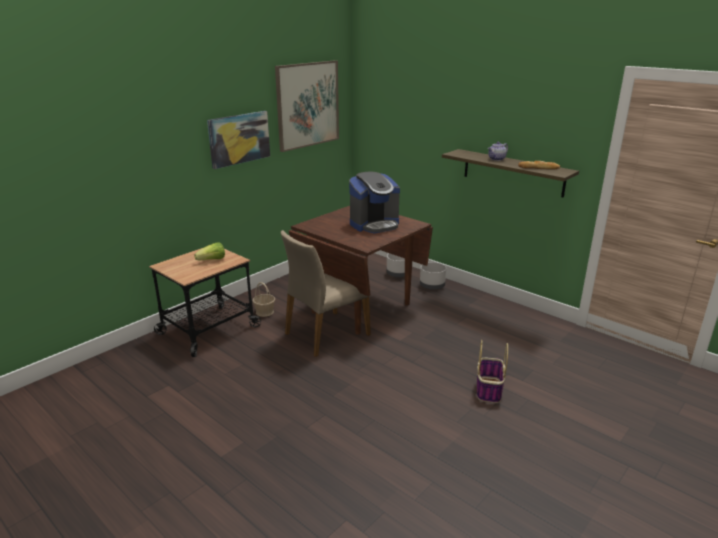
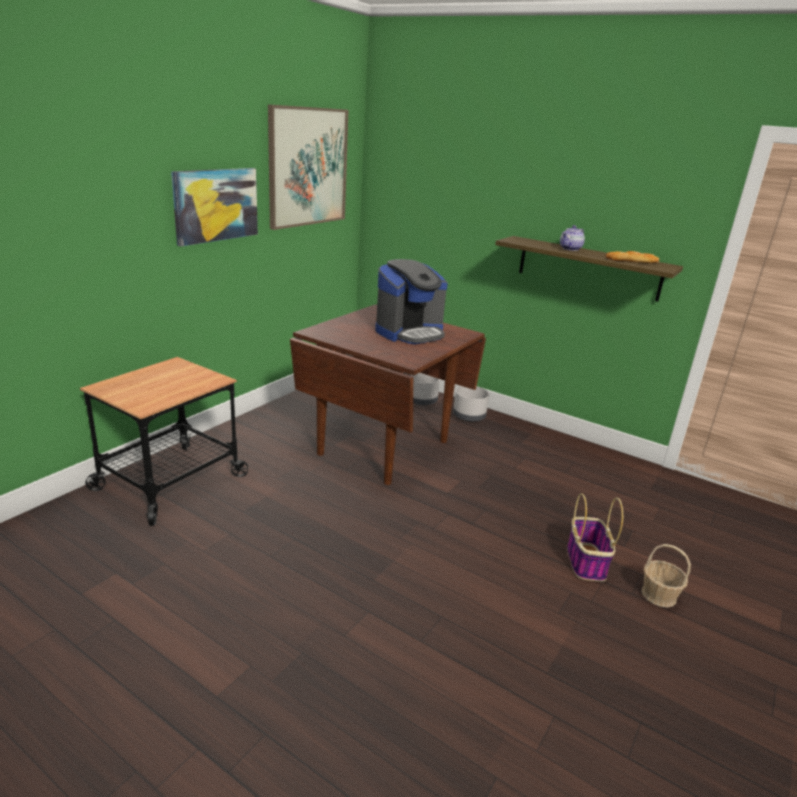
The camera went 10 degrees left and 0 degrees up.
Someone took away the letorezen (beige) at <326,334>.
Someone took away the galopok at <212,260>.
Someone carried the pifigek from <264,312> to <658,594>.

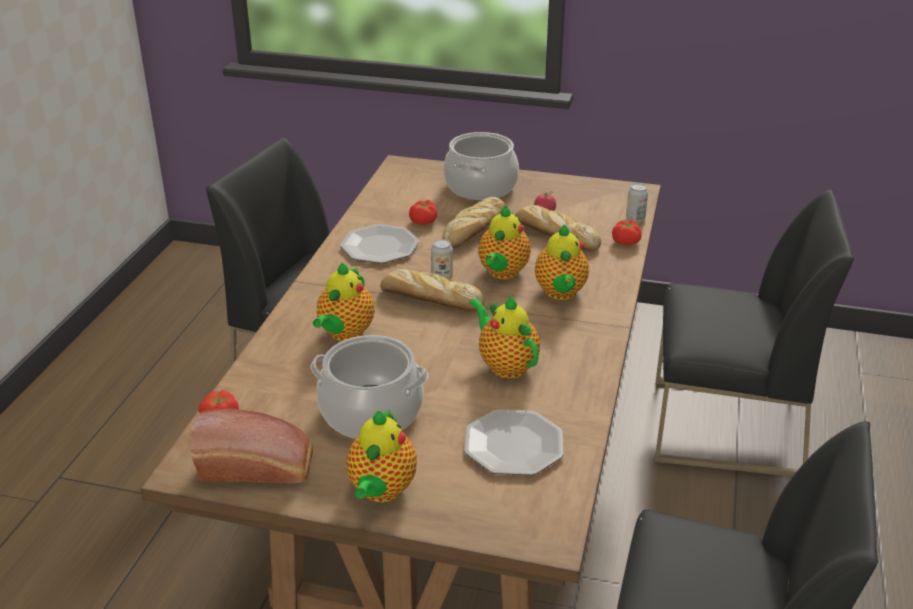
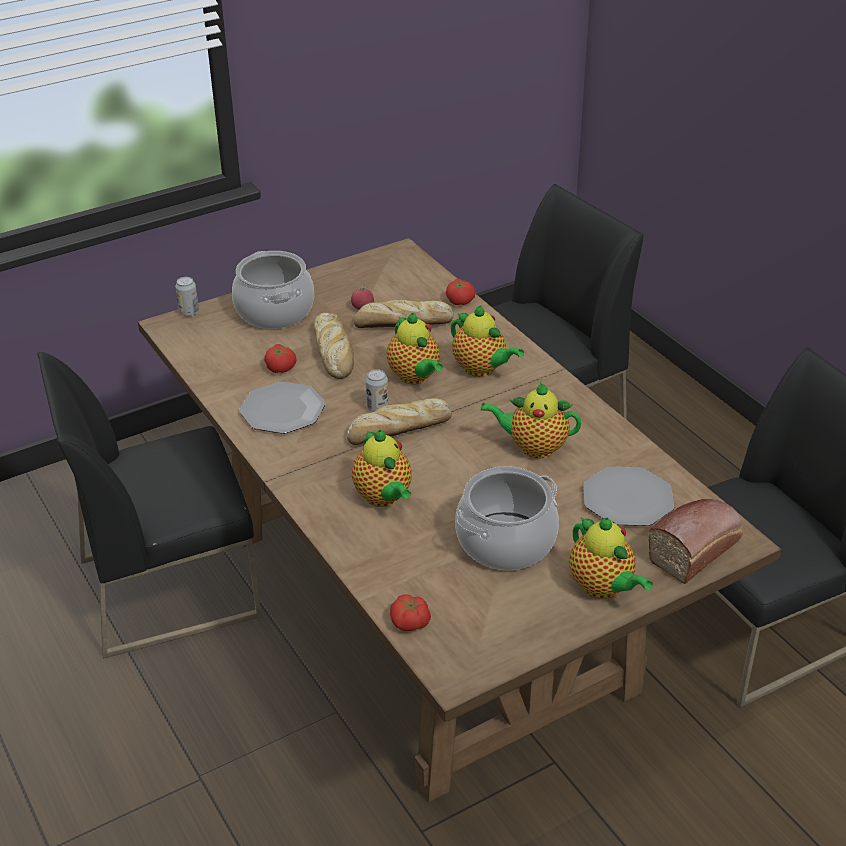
The camera went 45 degrees left and 5 degrees up.
Someone carried the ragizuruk from <635,219> to <189,312>.
Someone carried the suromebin from <259,467> to <697,549>.

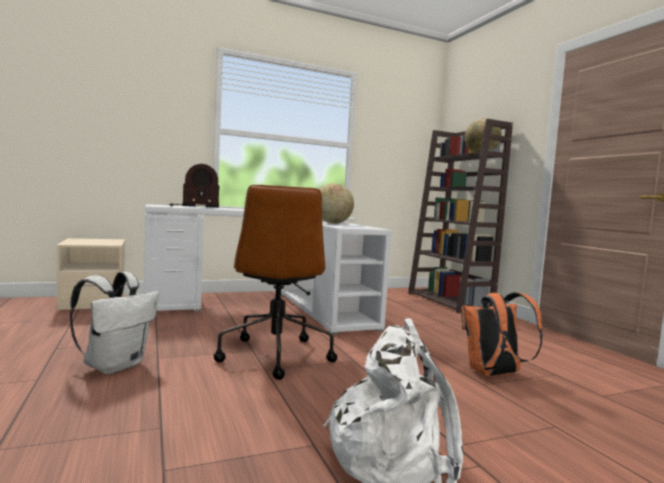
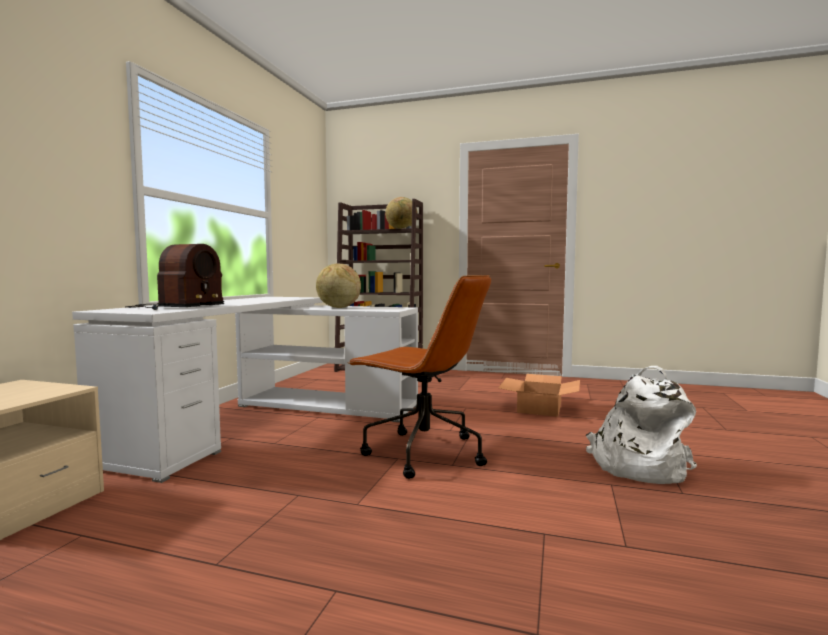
The camera went 50 degrees left and 0 degrees up.
Someone took away the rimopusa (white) at <115,365>.
Someone swapped the rimopusa (orange) at <493,374> for the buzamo at <539,407>.

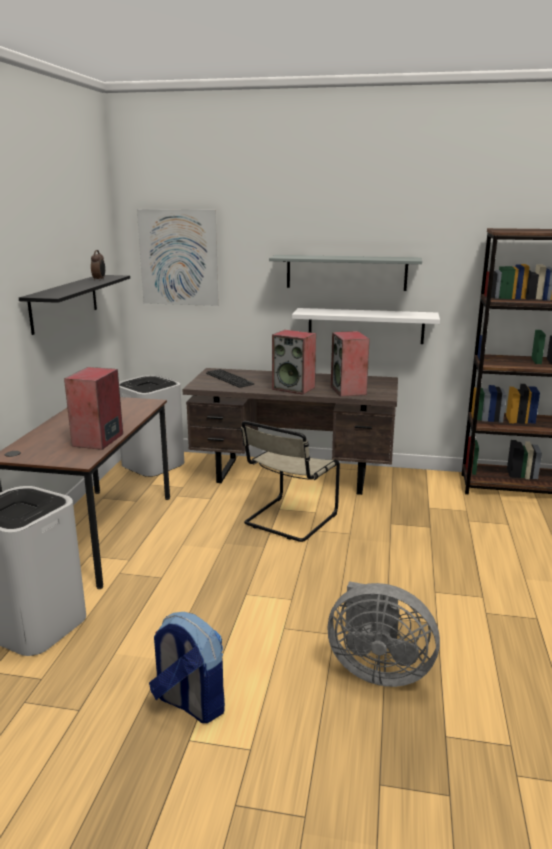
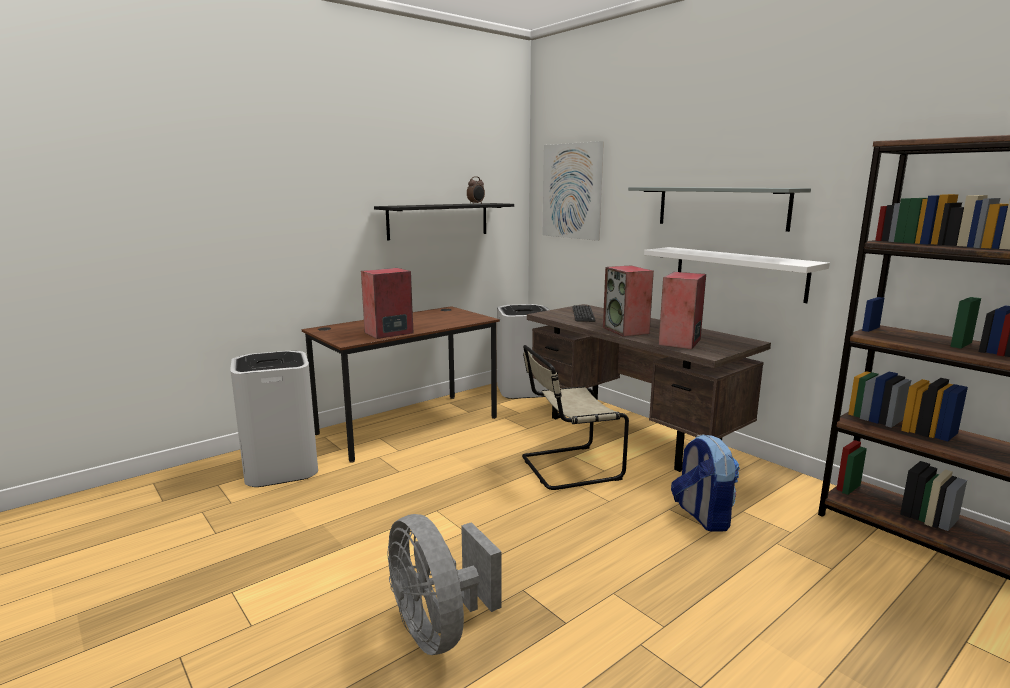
The camera went 40 degrees right and 5 degrees down.
Someone carried the rimopusa from <189,703> to <702,516>.

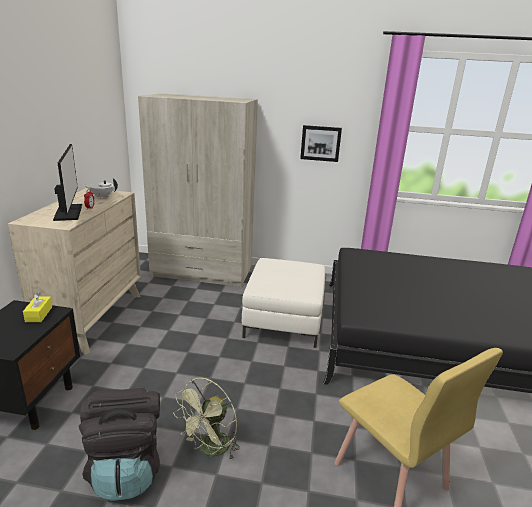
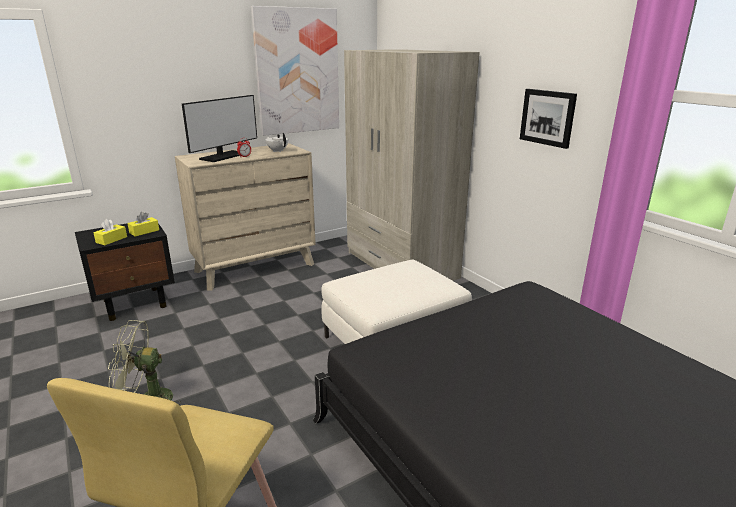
The camera went 50 degrees right and 0 degrees up.
Someone took away the rimopusa (black) at <126,469>.
Someone put up the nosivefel at <297,72>.
Someone put down the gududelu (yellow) at <111,240>.

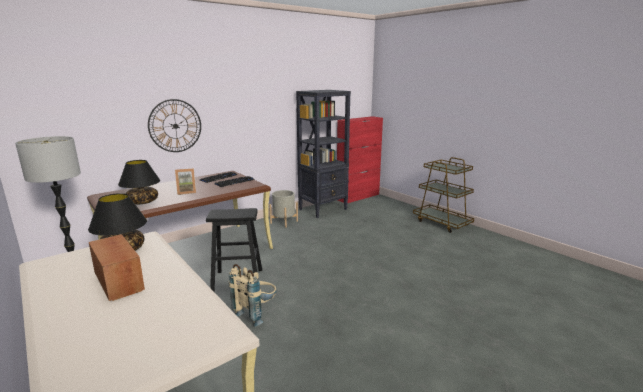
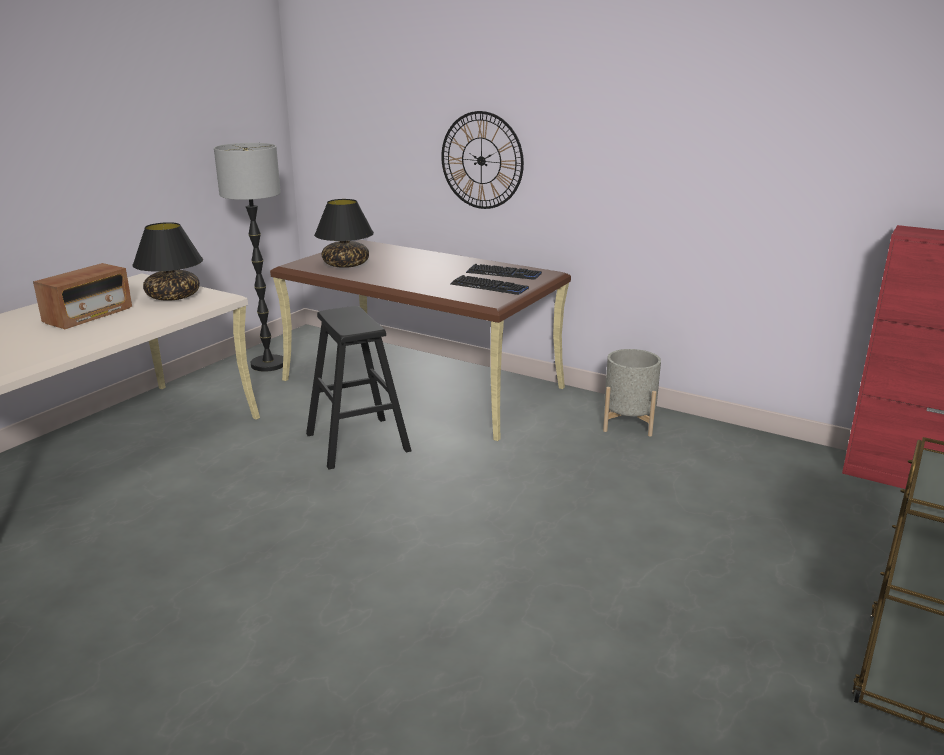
The camera went 70 degrees right and 5 degrees up.
Someone took away the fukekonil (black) at <323,209>.
Someone took away the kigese at <186,192>.
Someone took away the rimopusa (beige) at <256,313>.

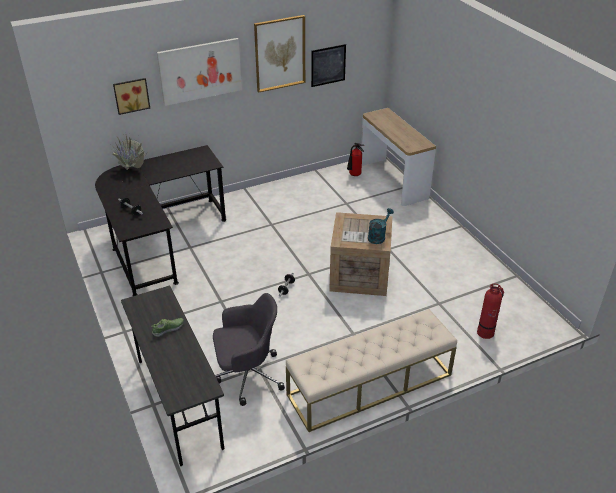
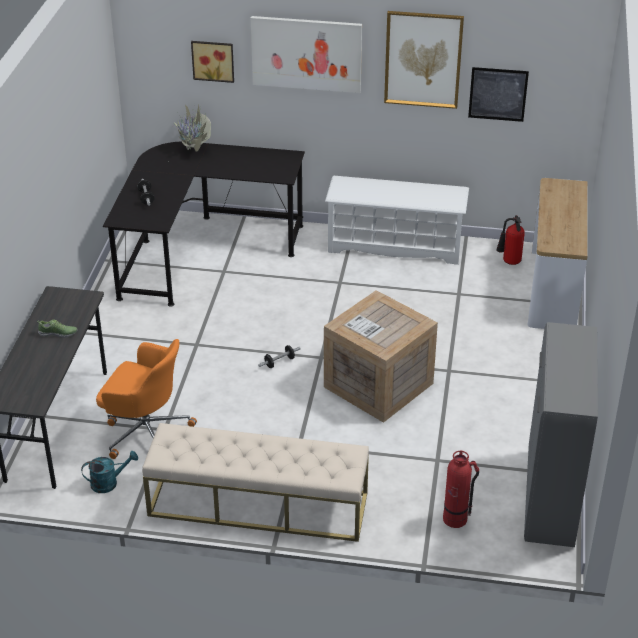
The camera went 35 degrees right and 0 degrees up.
Someone carried the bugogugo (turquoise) from <378,236> to <109,483>.
Someone repainted the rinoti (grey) at <247,375>, which became the rinoti (orange) at <146,432>.
Someone put down the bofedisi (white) at <395,245>.
Someone put down the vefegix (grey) at <550,499>.

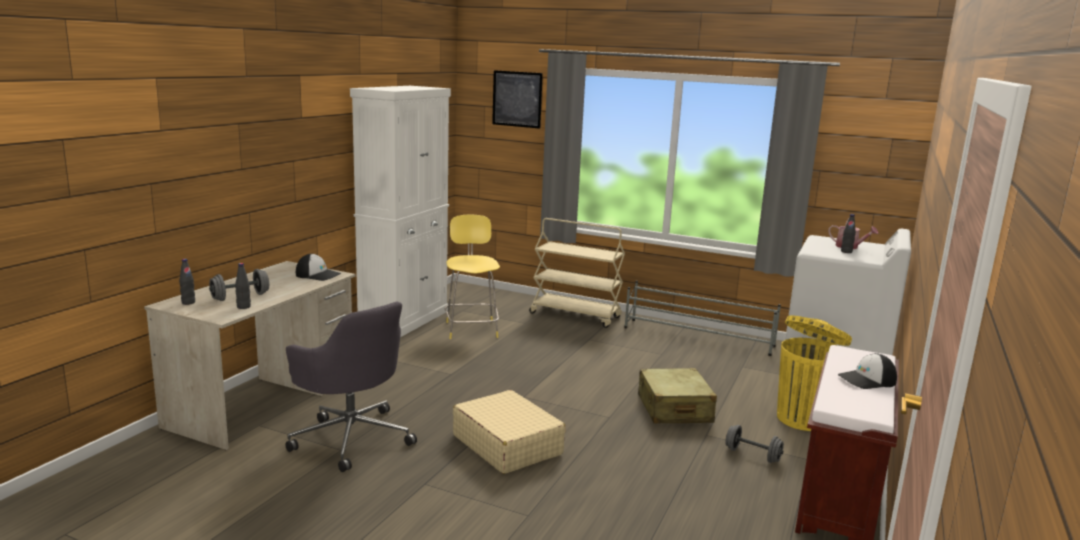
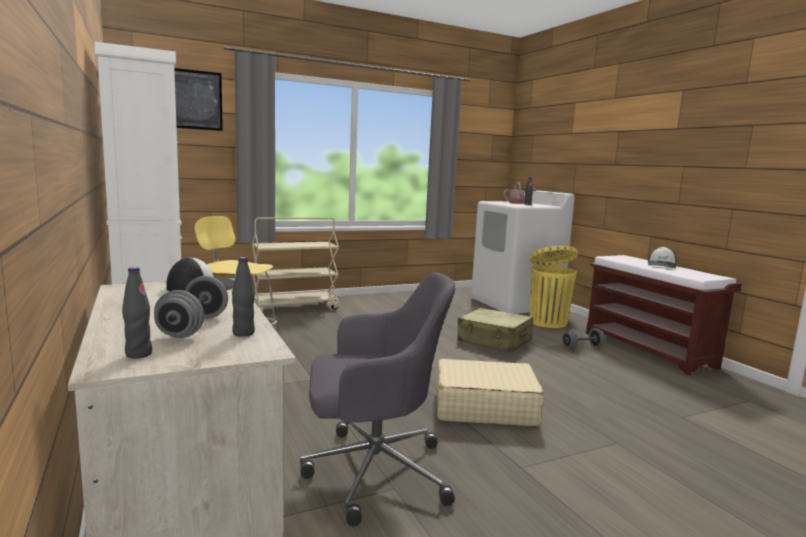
The camera went 50 degrees left and 5 degrees down.
Someone took away the bofedisi (grey) at <698,337>.

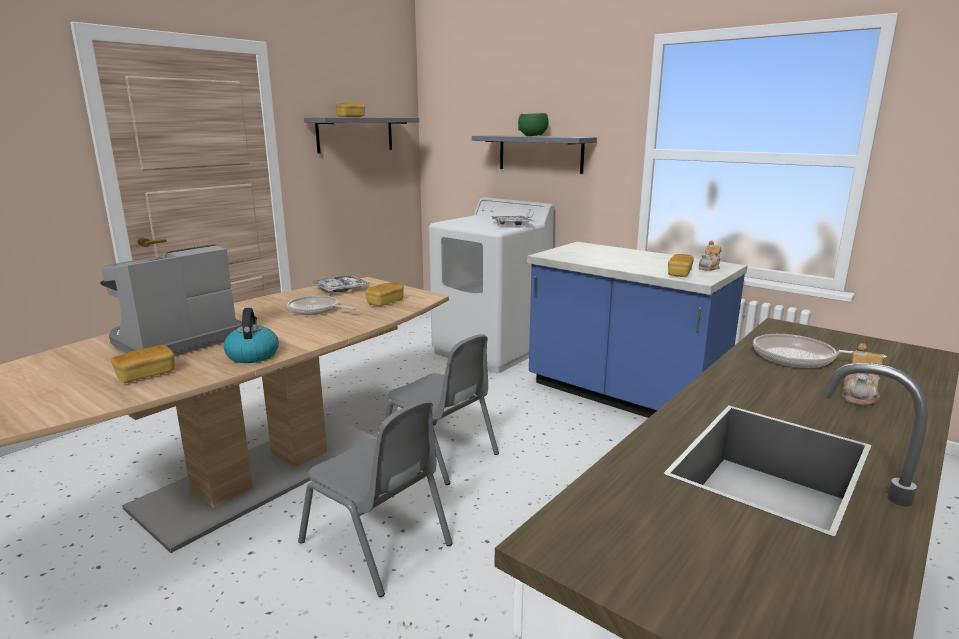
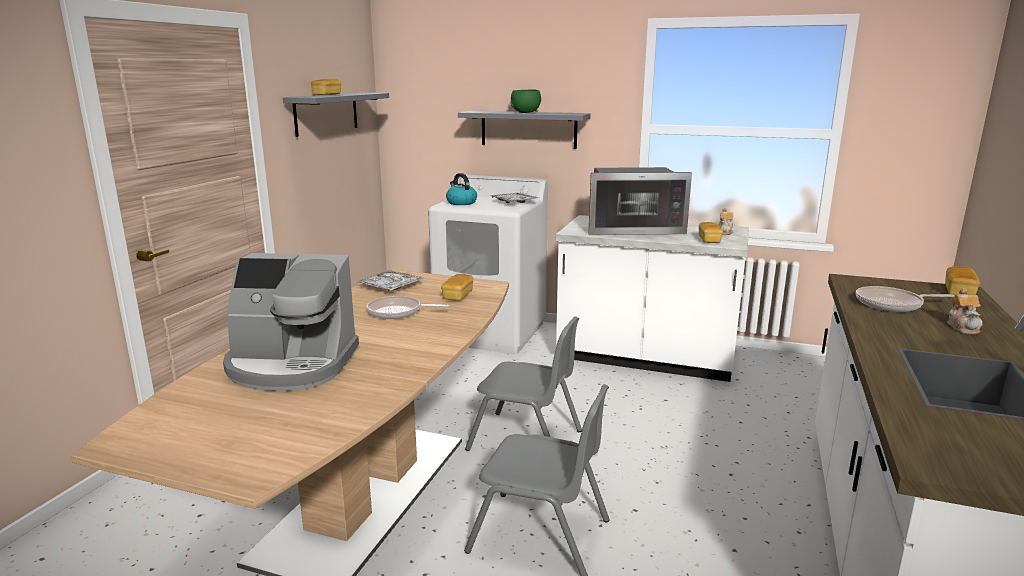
The camera went 20 degrees left and 0 degrees up.
Someone repainted the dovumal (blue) at <622,397>, which became the dovumal (white) at <645,359>.
Someone rotated the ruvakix at <175,341> by 105 degrees counterclockwise.
Someone carried the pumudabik from <252,355> to <461,202>.
Someone carried the suromebin from <146,375> to <959,292>.
Someone put down the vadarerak at <632,228>.

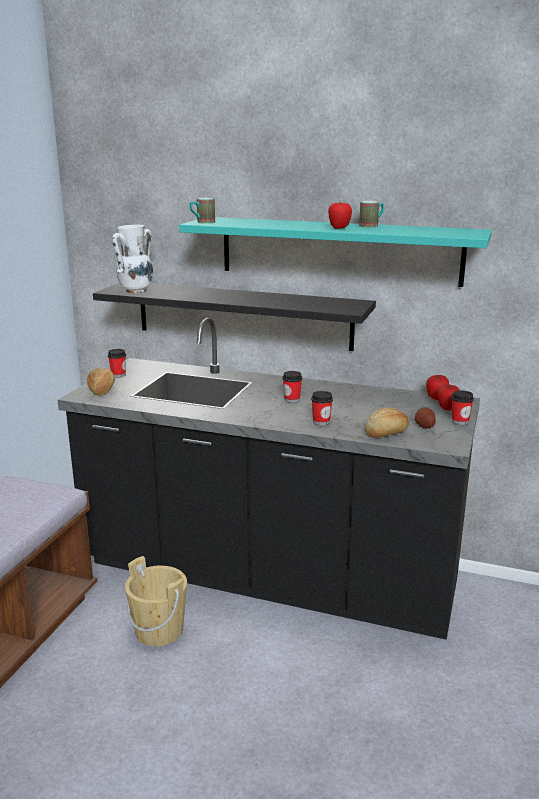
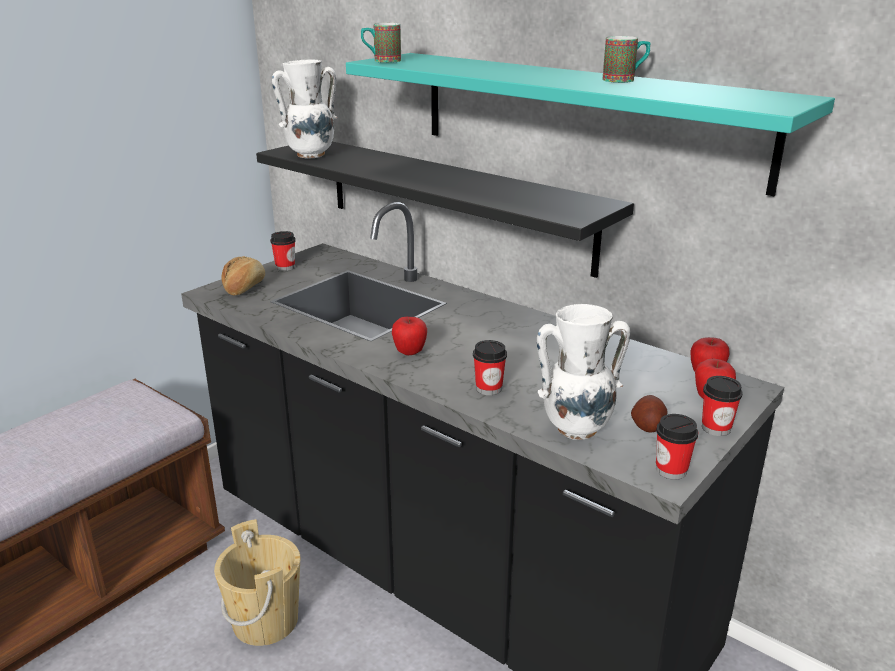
The camera went 20 degrees right and 5 degrees up.
Someone carried the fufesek from <339,228> to <409,352>.
Someone carried the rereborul from <292,400> to <671,470>.
Someone swapped the suromebin at <387,433> for the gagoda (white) at <575,429>.

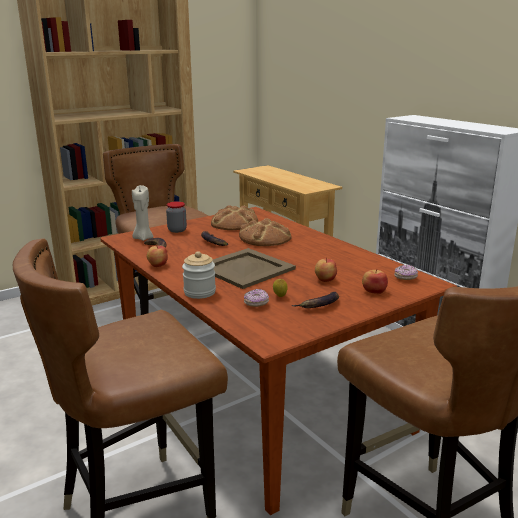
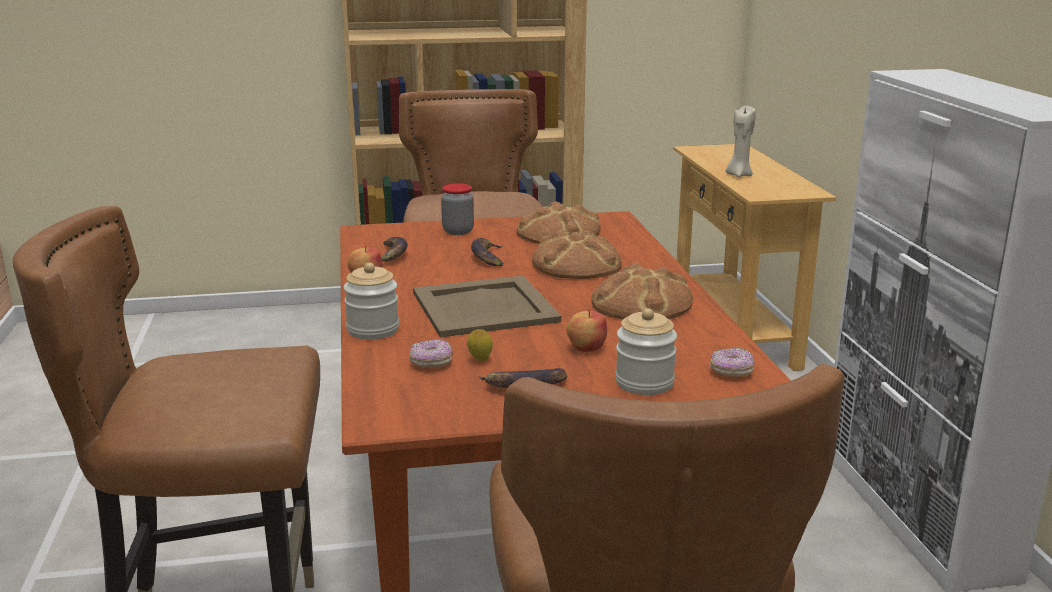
The camera went 25 degrees right and 0 degrees up.
Someone carried the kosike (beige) from <143,238> to <738,175>.
Someone swapped the fufesek at <374,291> for the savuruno at <644,383>.
Someone put down the suromebin at <641,303>.

